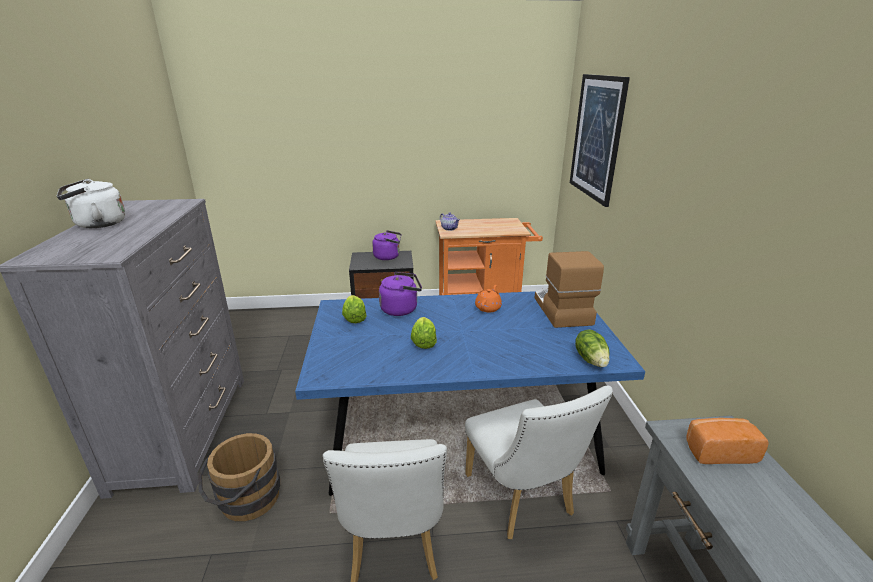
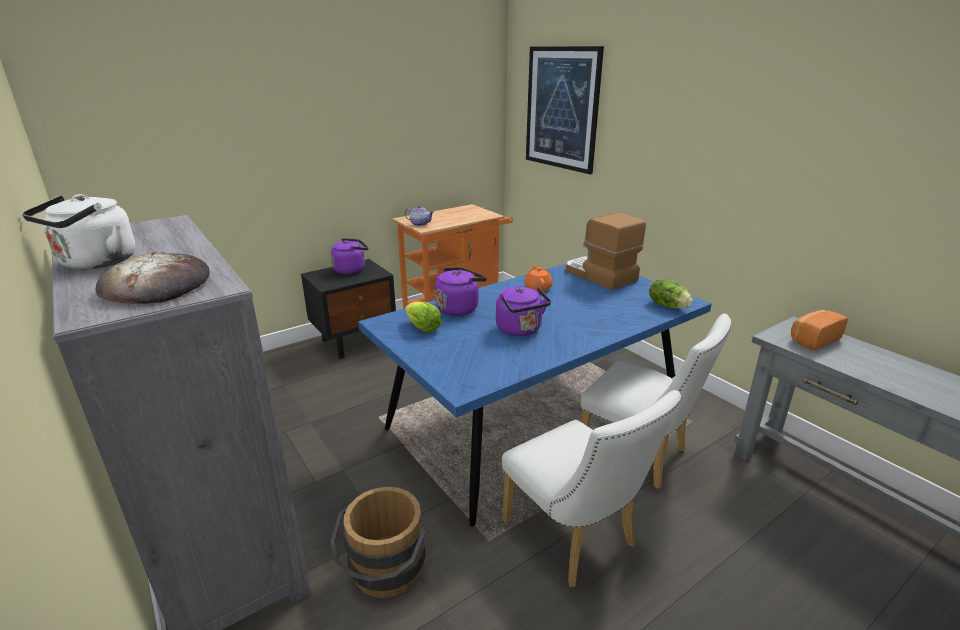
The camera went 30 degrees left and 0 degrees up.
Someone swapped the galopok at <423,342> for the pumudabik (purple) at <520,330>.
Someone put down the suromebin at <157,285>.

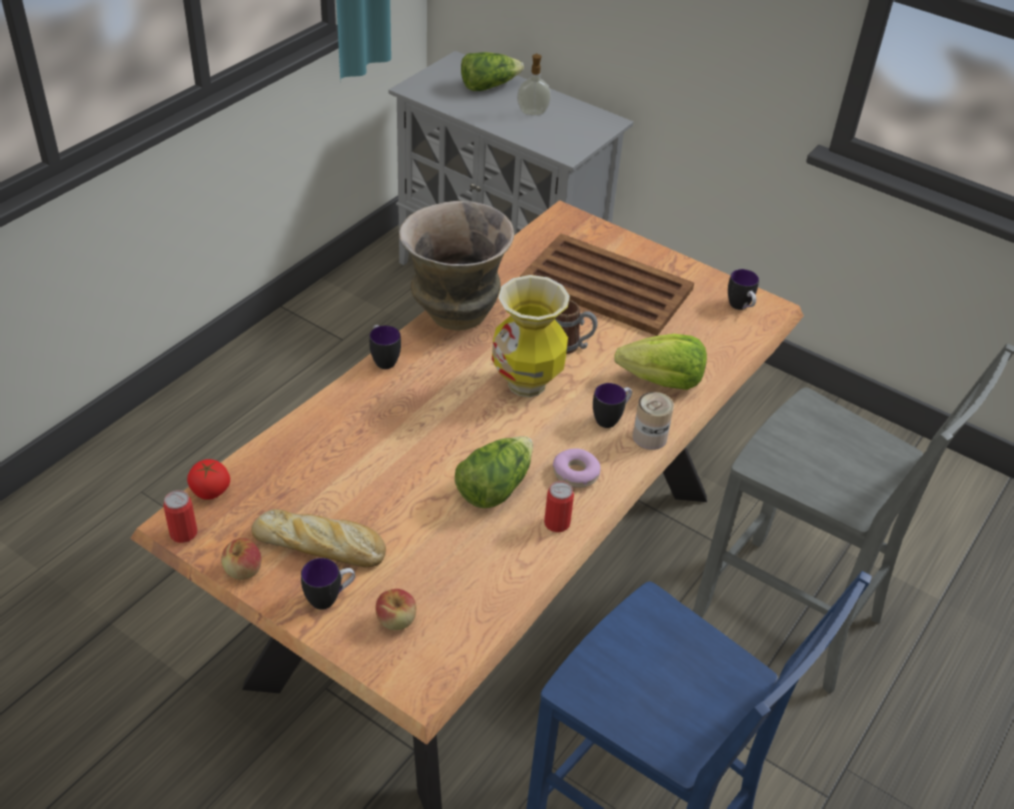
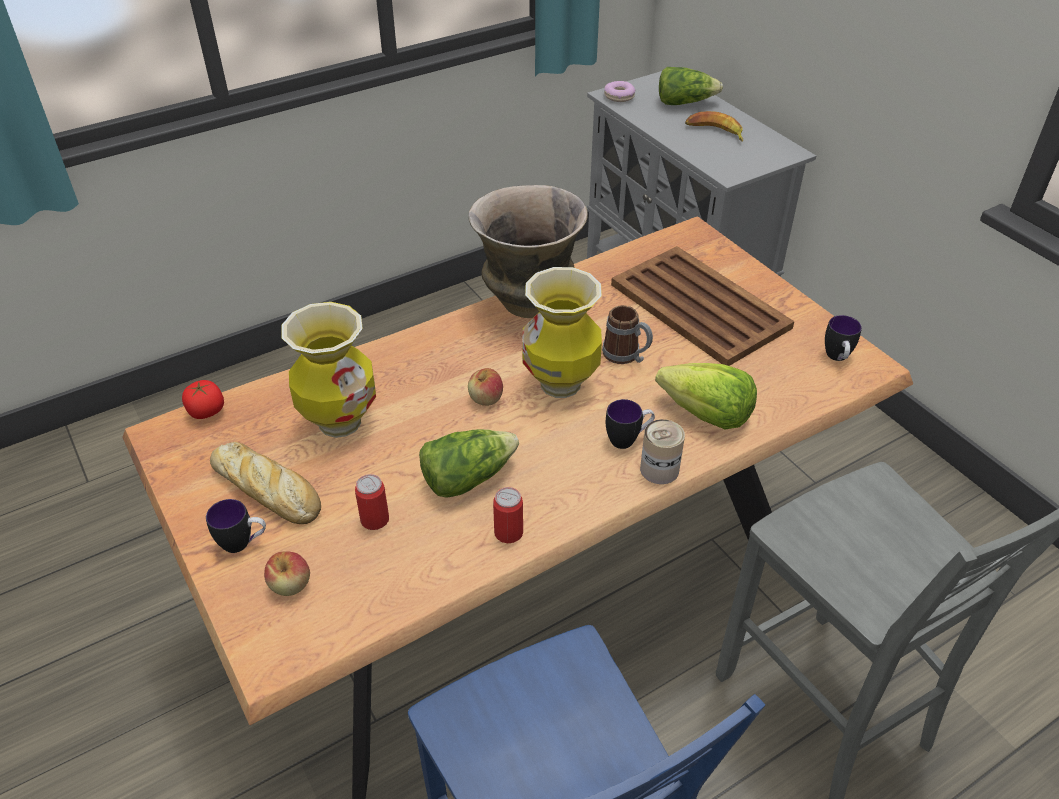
The camera went 25 degrees right and 0 degrees up.
Someone swapped the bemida at <532,112> for the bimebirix at <715,132>.
Someone took away the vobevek at <383,359>.
Someone carried the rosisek from <575,473> to <619,96>.
Someone carried the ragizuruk from <183,533> to <375,519>.
Someone carried the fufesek from <243,570> to <486,399>.
Someone put down the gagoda at <340,422>.

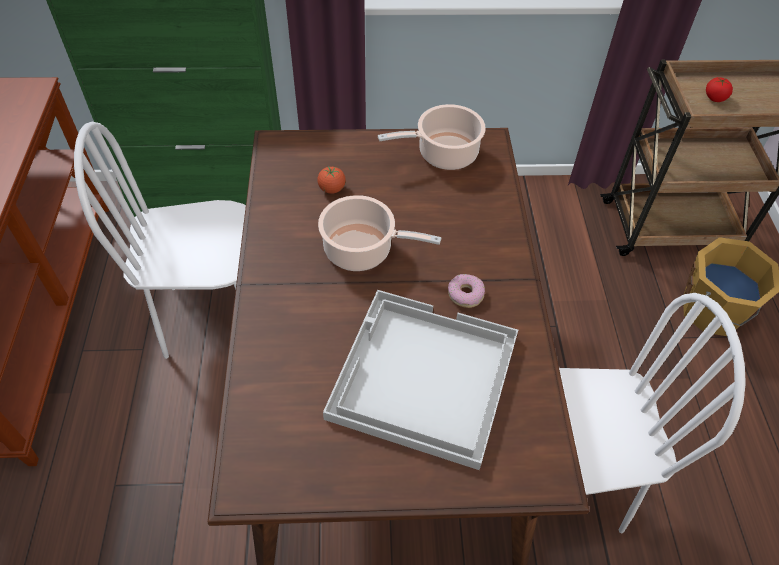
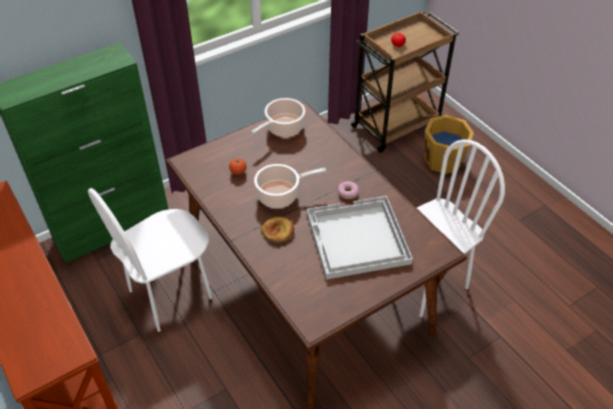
The camera went 30 degrees left and 5 degrees down.
Someone put down the suromebin at <278,231>.

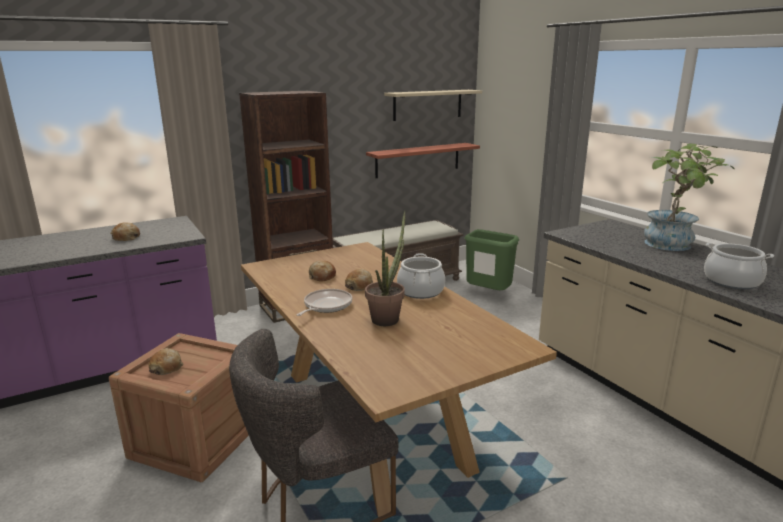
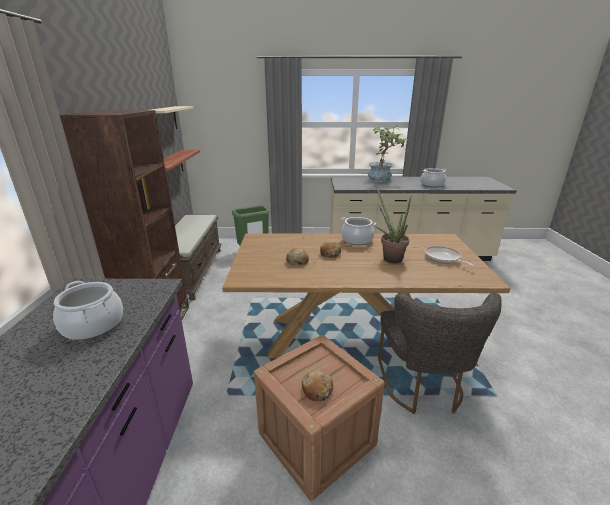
The camera went 60 degrees left and 5 degrees up.
Someone swapped the suromebin at <126,237> for the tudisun at <93,325>.
Someone carried the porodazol from <326,306> to <443,258>.

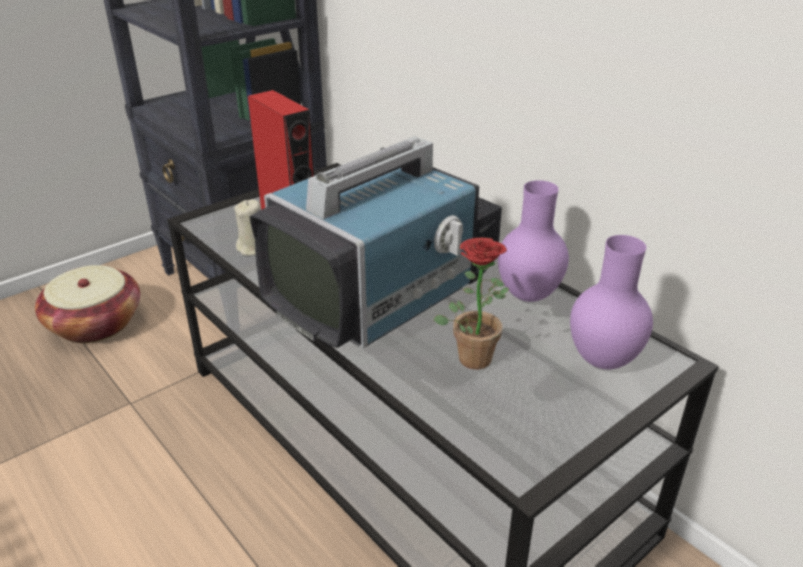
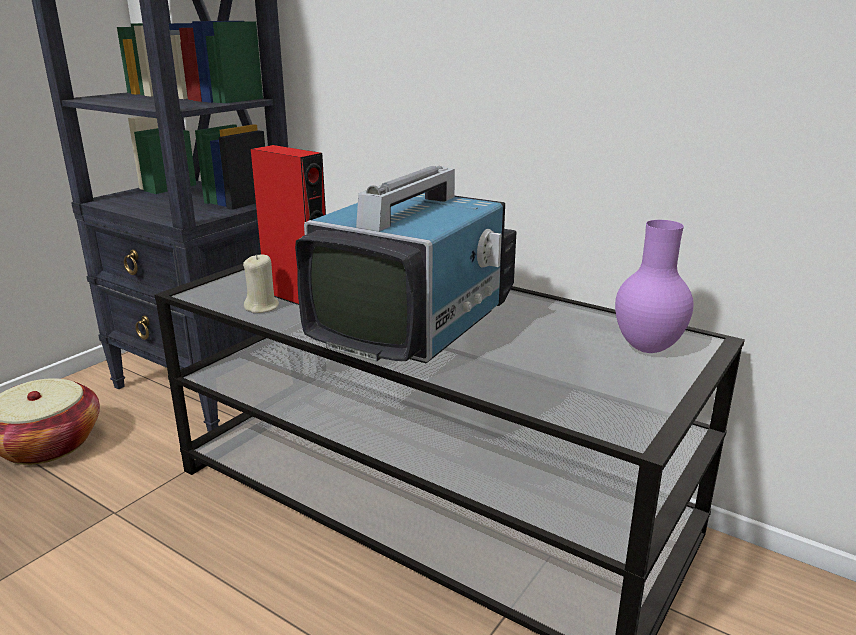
The camera went 15 degrees left and 10 degrees down.
Someone took away the gagoda (purple) at <529,295>.
Someone took away the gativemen at <473,354>.

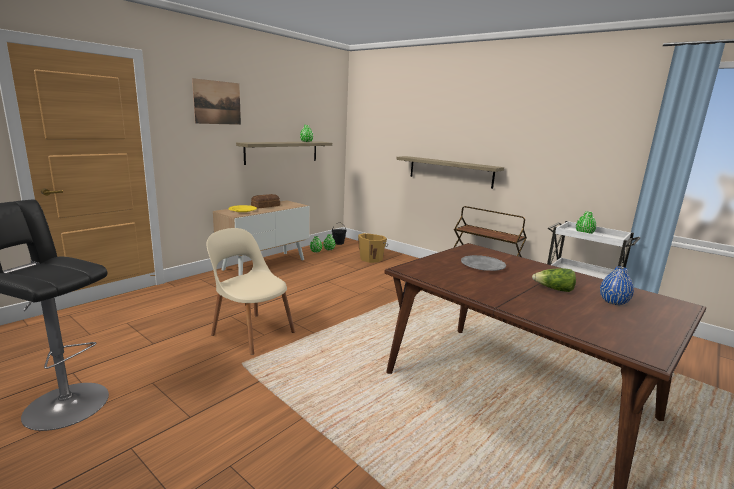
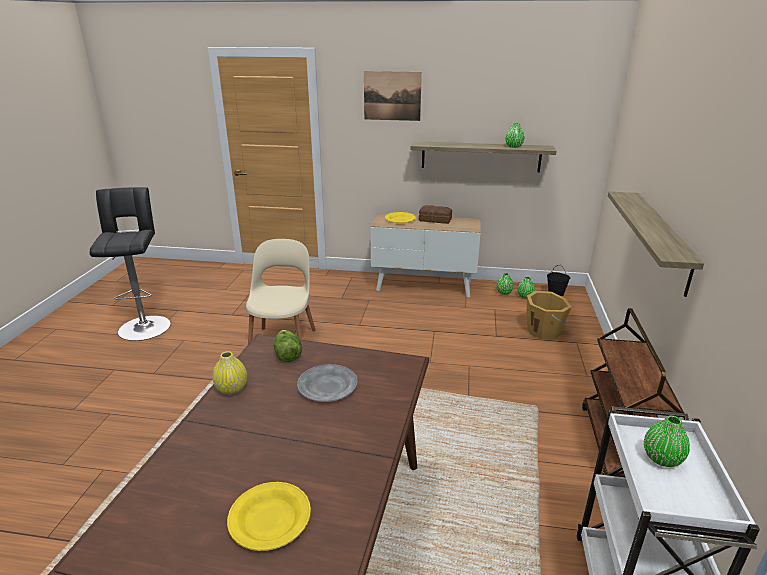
The camera went 60 degrees right and 10 degrees up.
Someone swapped the gagoda (blue) at <613,302> for the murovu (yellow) at <270,518>.
Someone carried the galopok from <554,289> to <287,354>.
Someone put down the gagoda (yellow) at <232,389>.

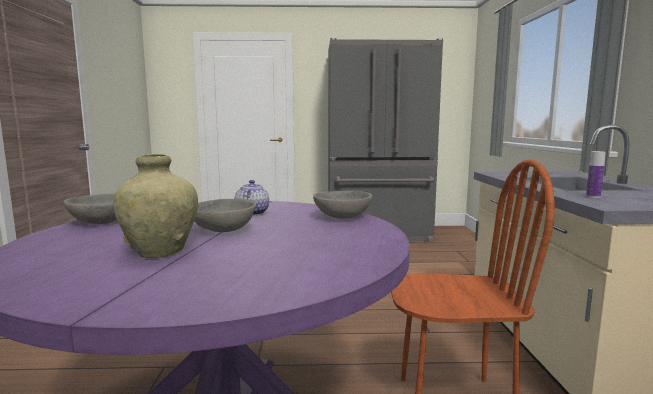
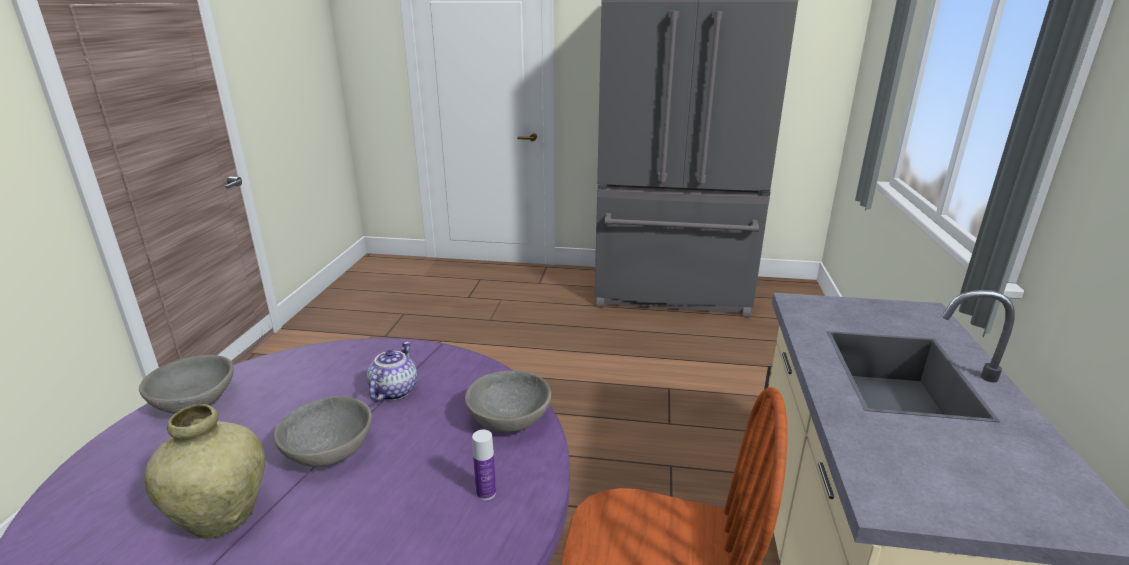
The camera went 10 degrees right and 15 degrees up.
Someone carried the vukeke from <593,196> to <486,493>.

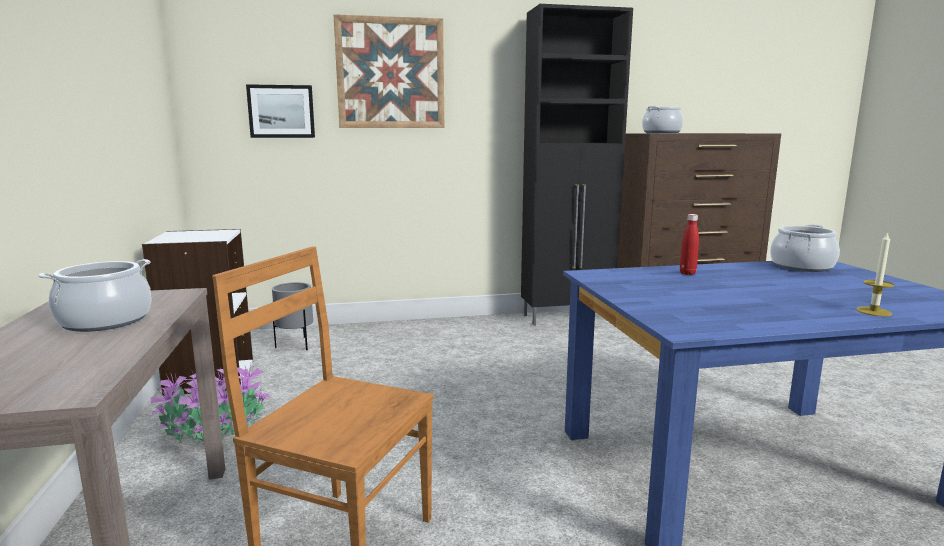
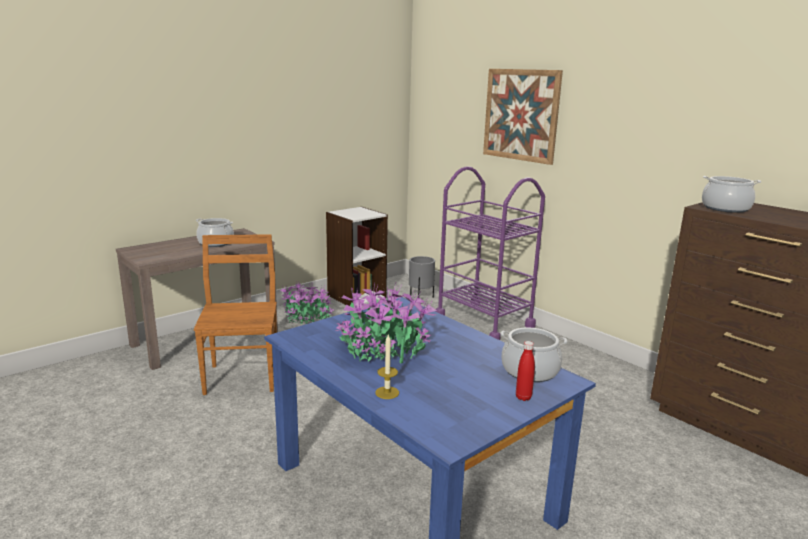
The camera went 60 degrees right and 5 degrees up.
Someone took away the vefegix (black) at <567,318>.
Someone took away the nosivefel at <281,111>.
Someone carried the vukeke (red) from <687,273> to <523,397>.
Someone put down the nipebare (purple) at <484,321>.
Someone put down the gativemen at <383,350>.

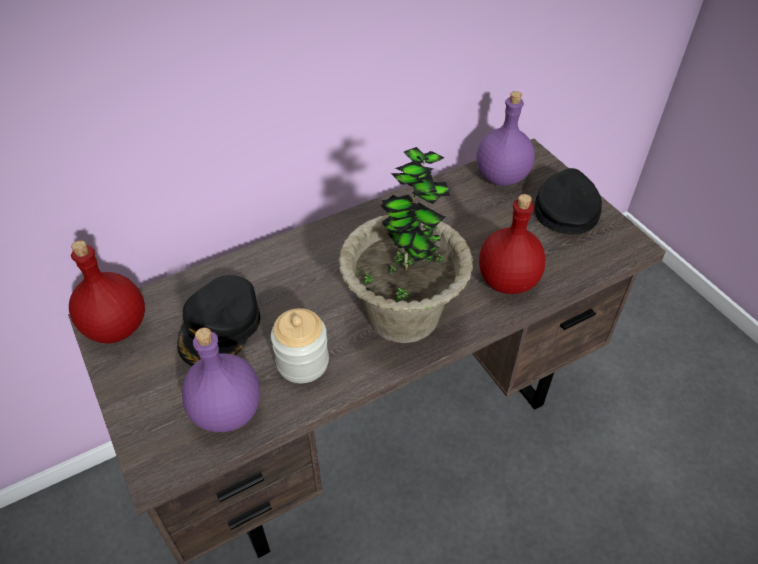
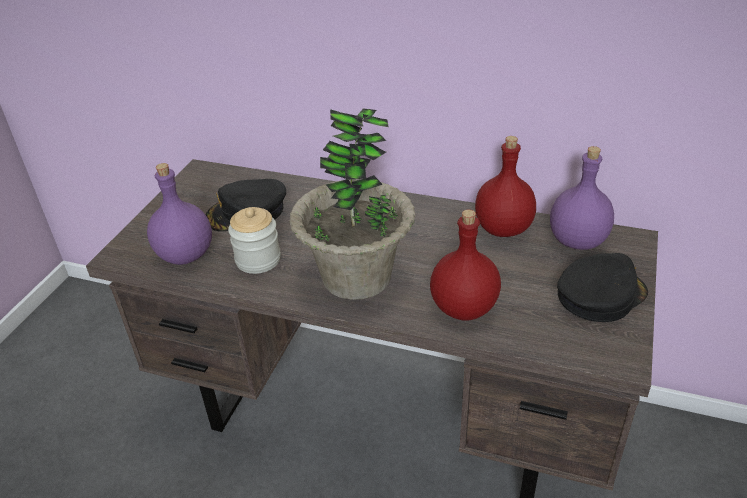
The camera went 50 degrees right and 10 degrees down.
Someone carried the vukeke (red) from <116,326> to <503,228>.

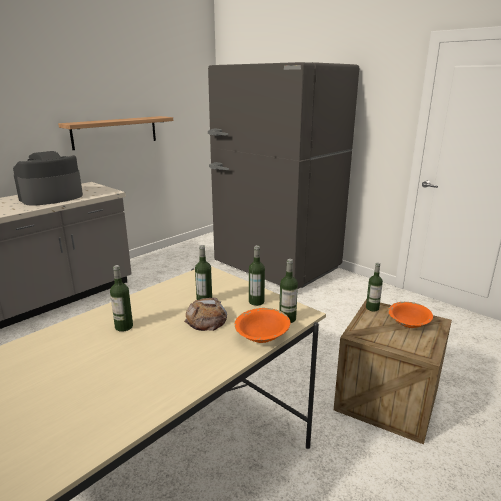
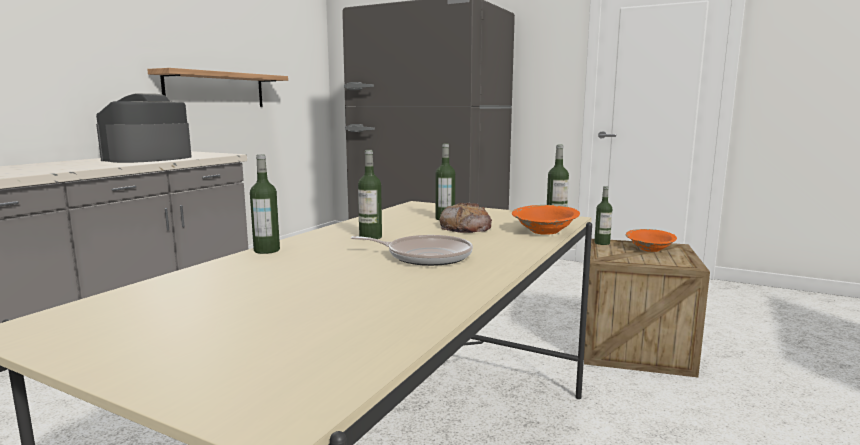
The camera went 15 degrees left and 10 degrees down.
Someone carried the vukeke from <256,302> to <267,250>.
Someone put down the porodazol at <425,256>.

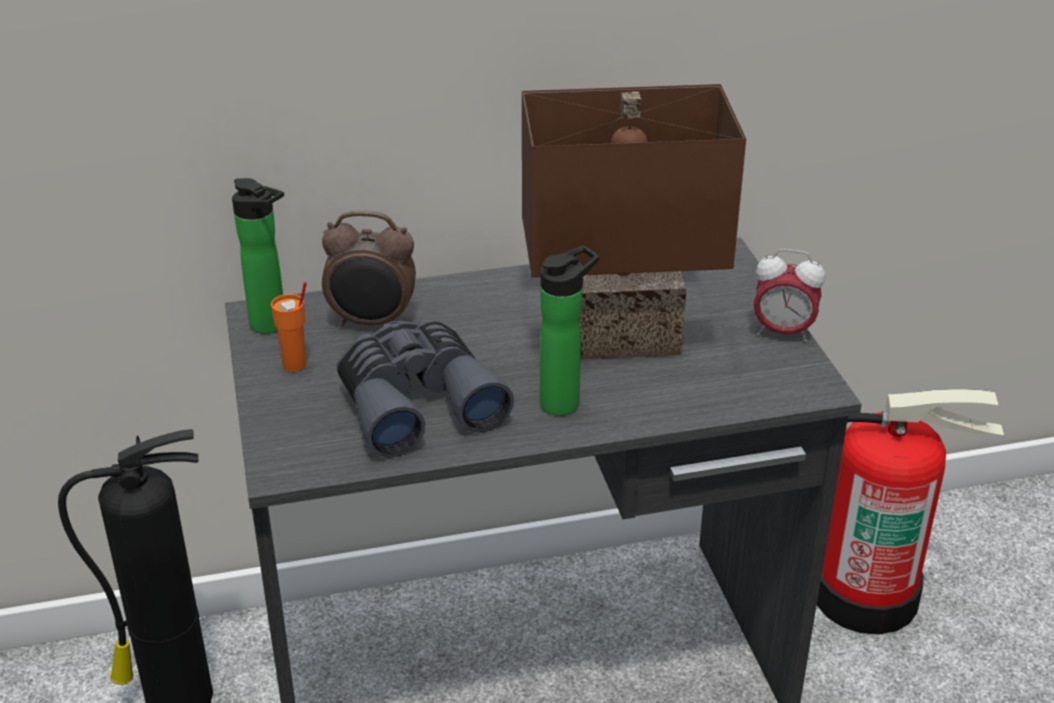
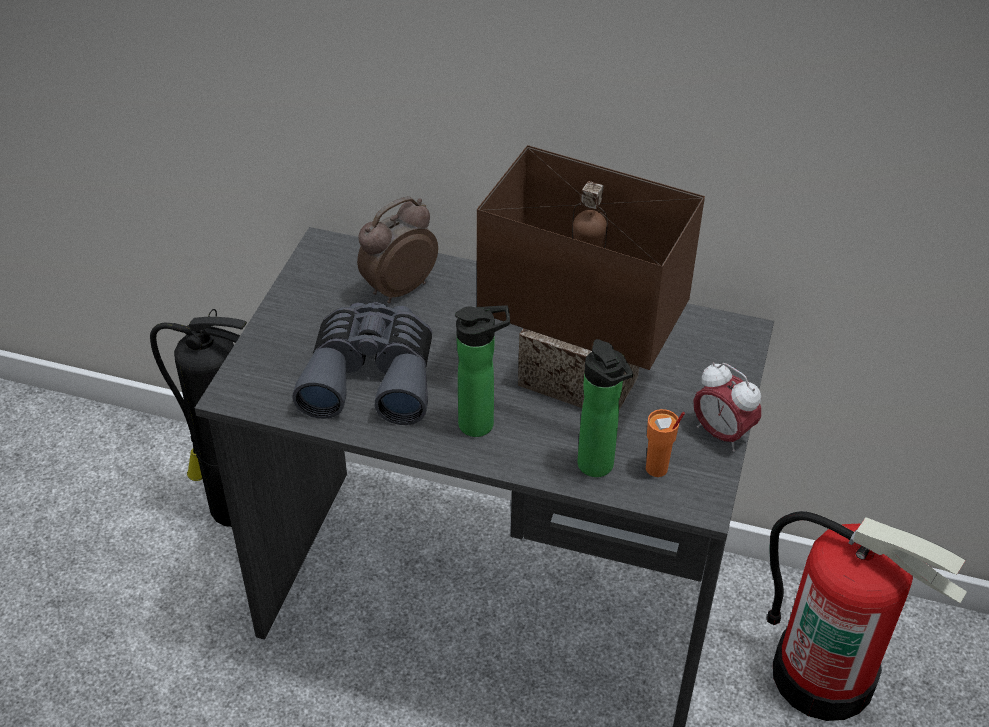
The camera went 30 degrees right and 10 degrees up.
Someone carried the vukeke from <272,326> to <598,468>.
Someone rotated the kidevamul at <372,323> by 105 degrees clockwise.
Someone carried the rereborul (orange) from <295,365> to <657,469>.

